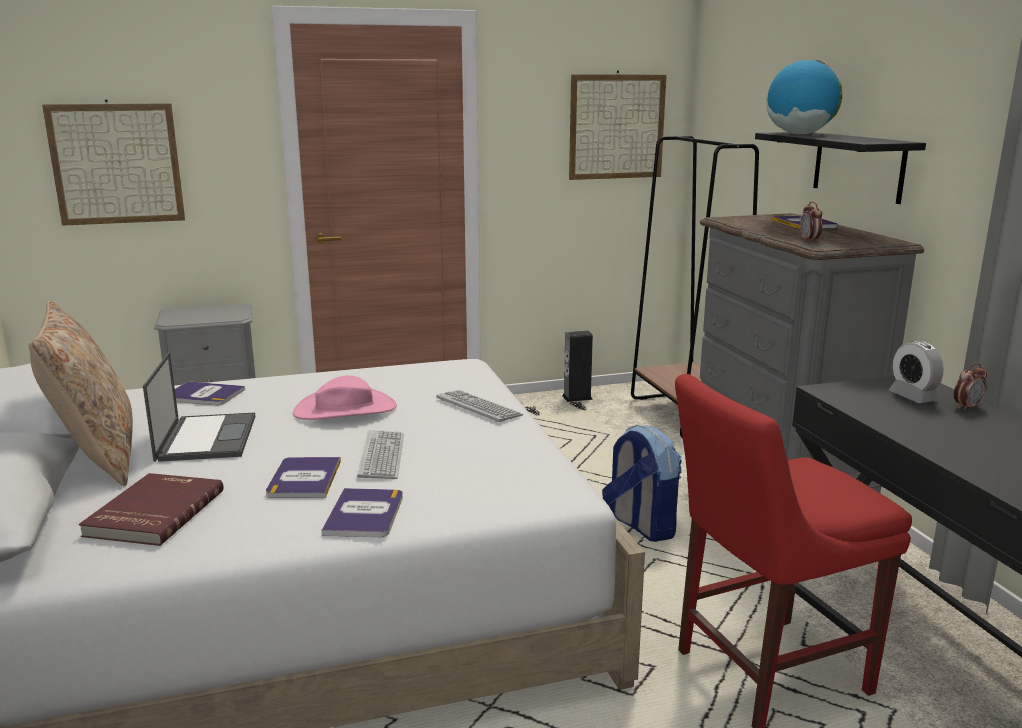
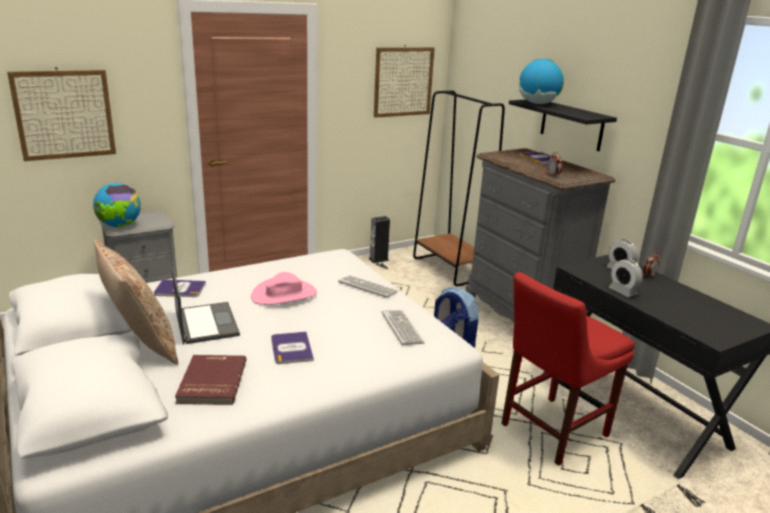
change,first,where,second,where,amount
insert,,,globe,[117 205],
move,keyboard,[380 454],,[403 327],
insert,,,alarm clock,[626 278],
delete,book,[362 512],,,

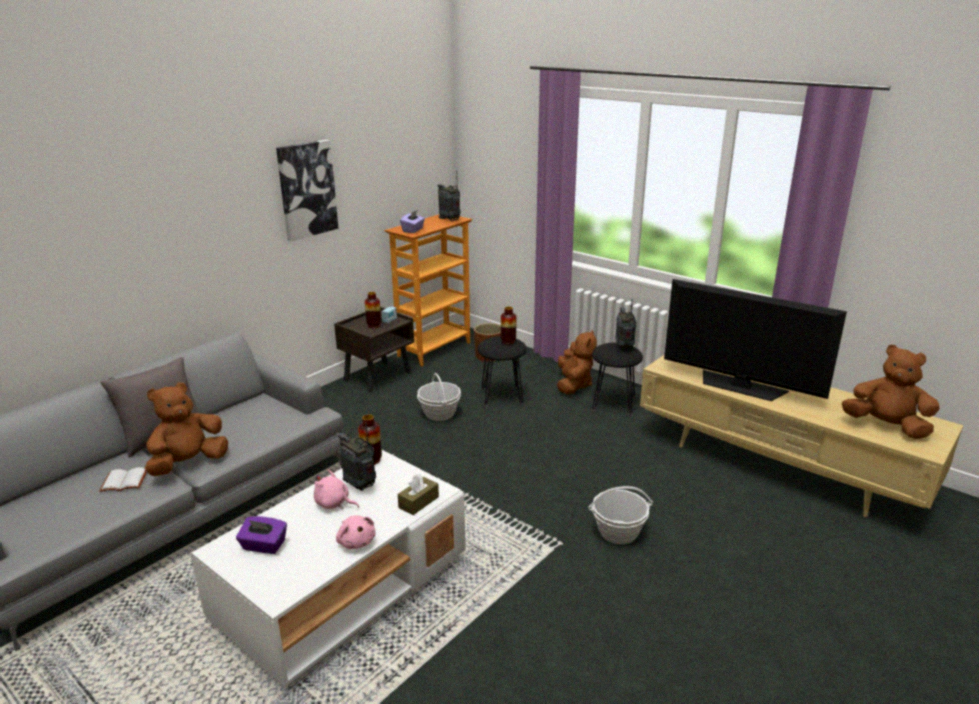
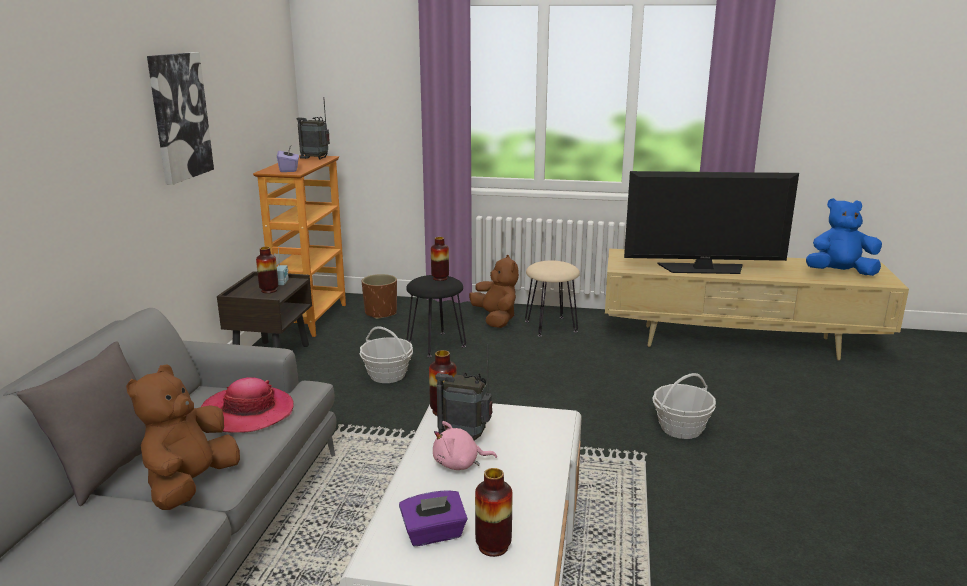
change,first,where,second,where,amount
insert,,,hat,[247 405],
insert,,,vase,[493 512],
recolor,black stool,[617 379],beige stool,[552 299],
recolor,brown plush toy,[891 392],blue plush toy,[844 237],
delete,white book,[123 479],,,
delete,pink plush toy,[355 532],,,
delete,brown tissue box,[418 494],,,
delete,radio,[626 325],,,

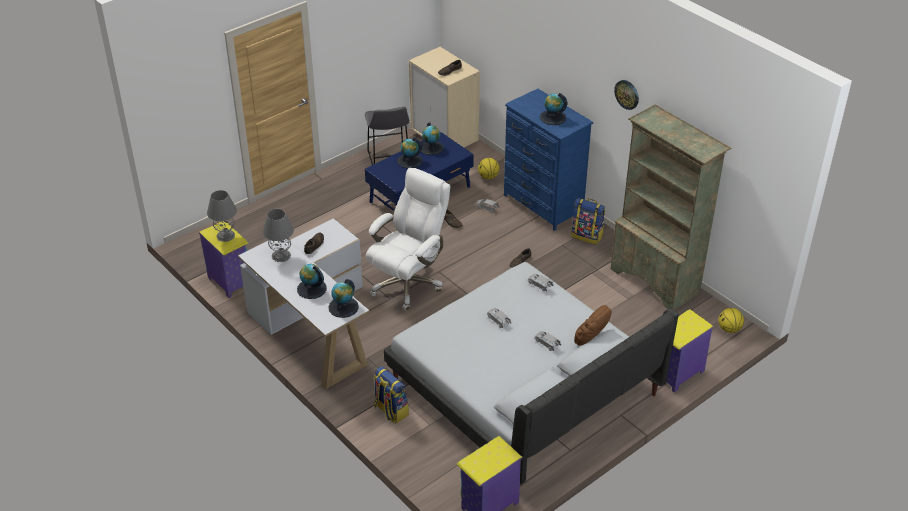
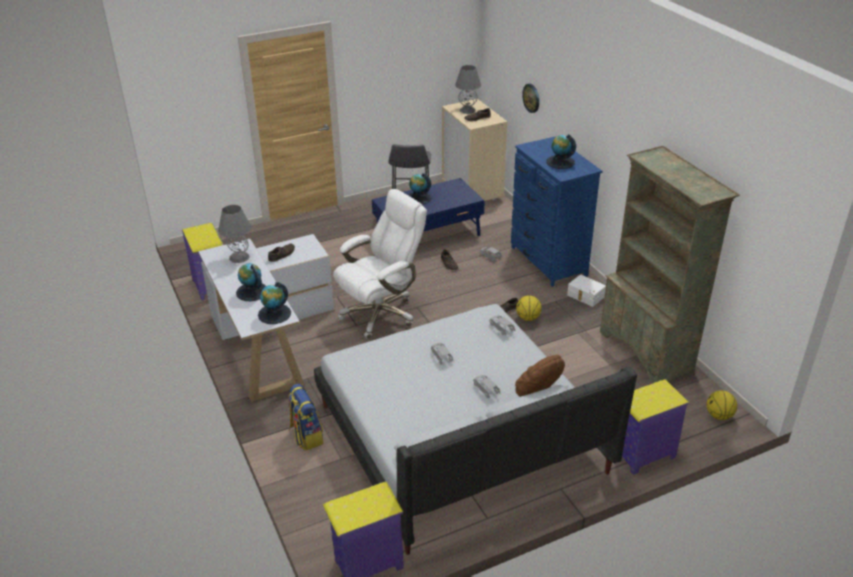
change,first,where,second,where,amount
move,grey table lamp,[222 216],,[468 89],
move,basketball,[489 168],,[529 308],
move,wall clock,[626 95],,[530 98],
replace,backpack,[588 221],white storage box,[586 290],
delete,globe,[432 138],,,

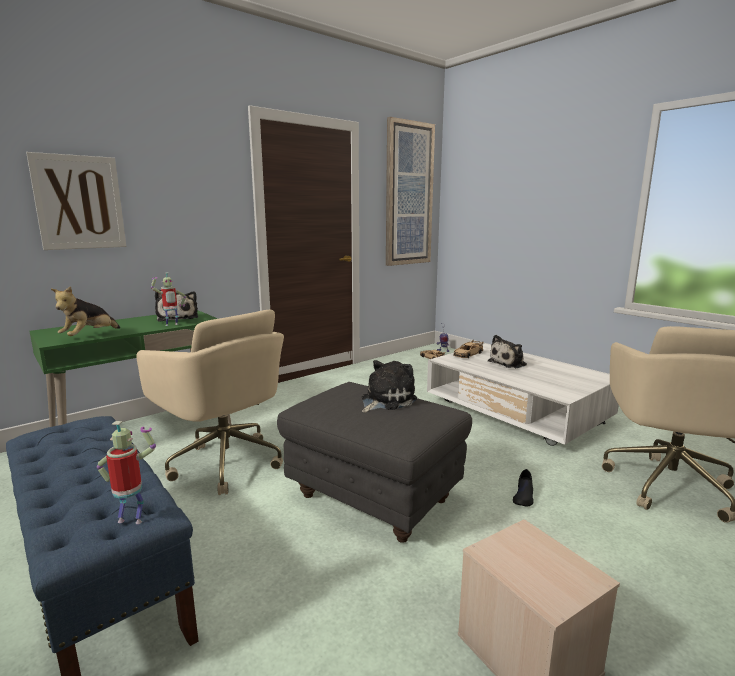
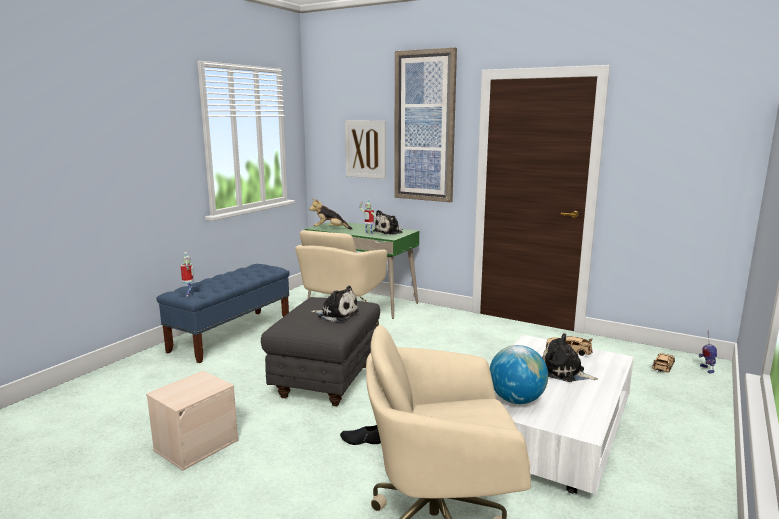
change,first,where,second,where,amount
move,picture,[410 191],,[425 124],
insert,,,globe,[519 374],

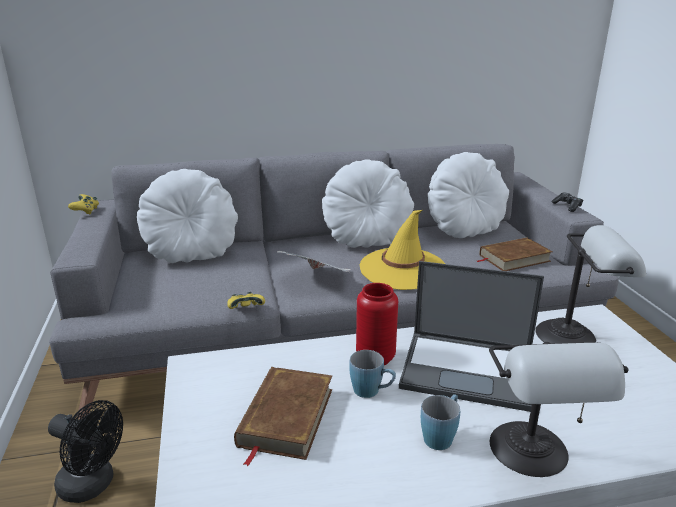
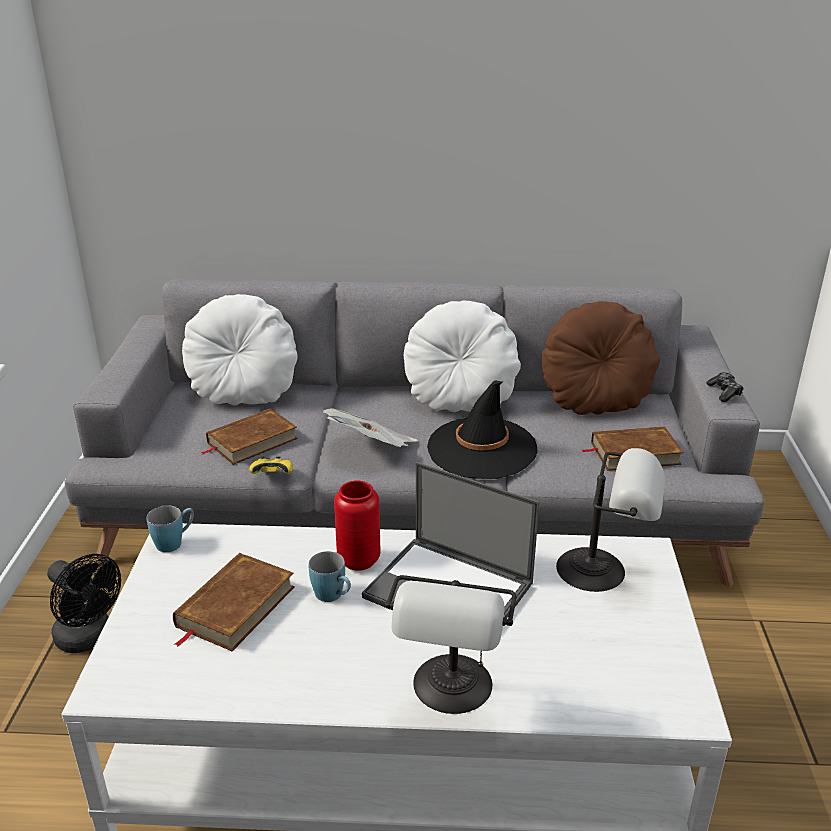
change,first,where,second,where,amount
move,blue mug,[440 422],,[170 528],
insert,,,brown book,[249 436],
recolor,yellow hat,[402 250],black hat,[482 429],
recolor,white pillow,[468 195],brown pillow,[601 358],
delete,yellow game controller,[83 204],,,

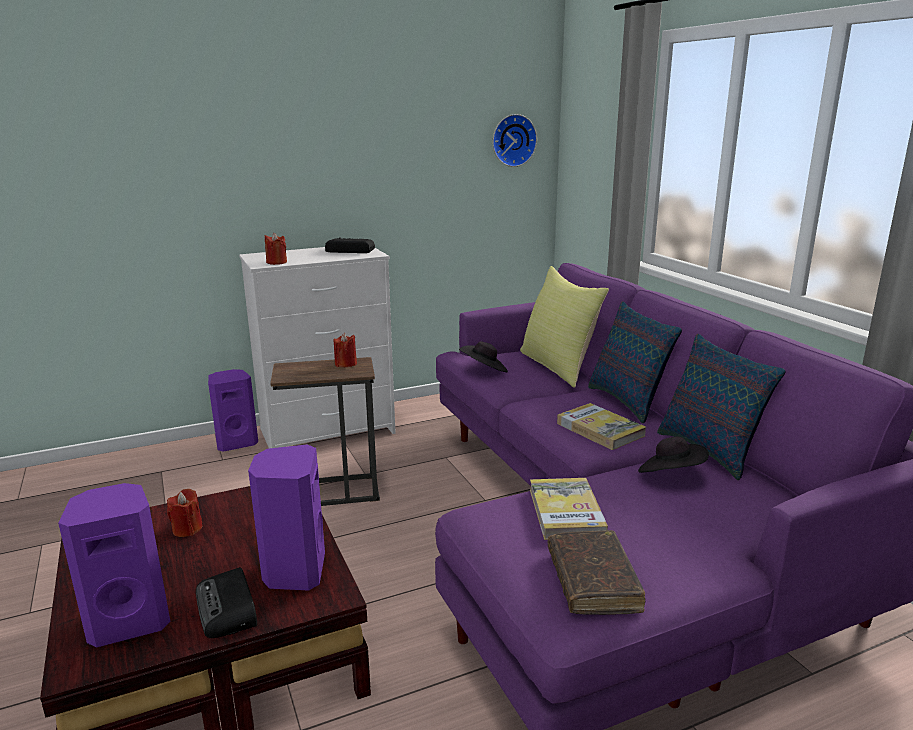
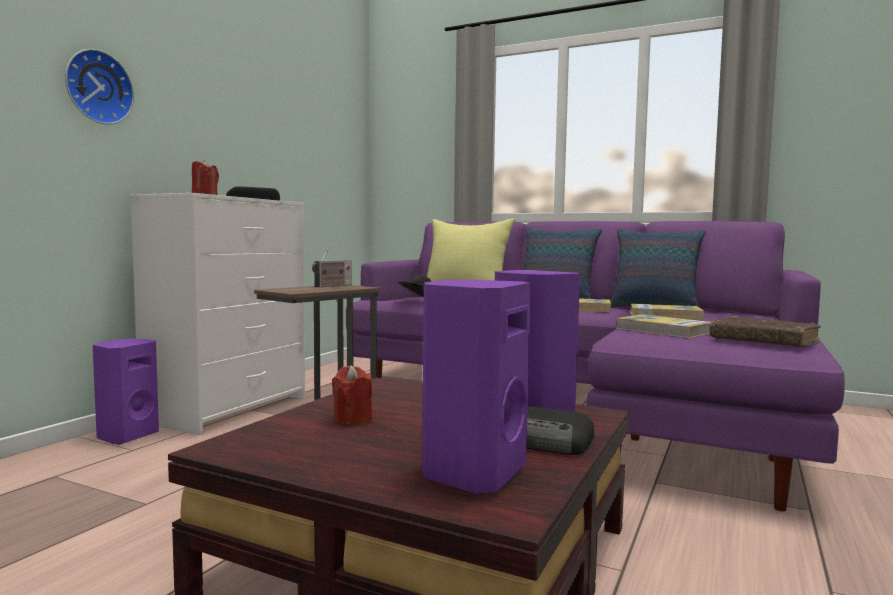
change,first,where,second,where,amount
move,wall clock,[514 140],,[99 87],
replace,red candle,[345 350],radio,[332 267],
replace,black hat,[673 455],book,[667 312],

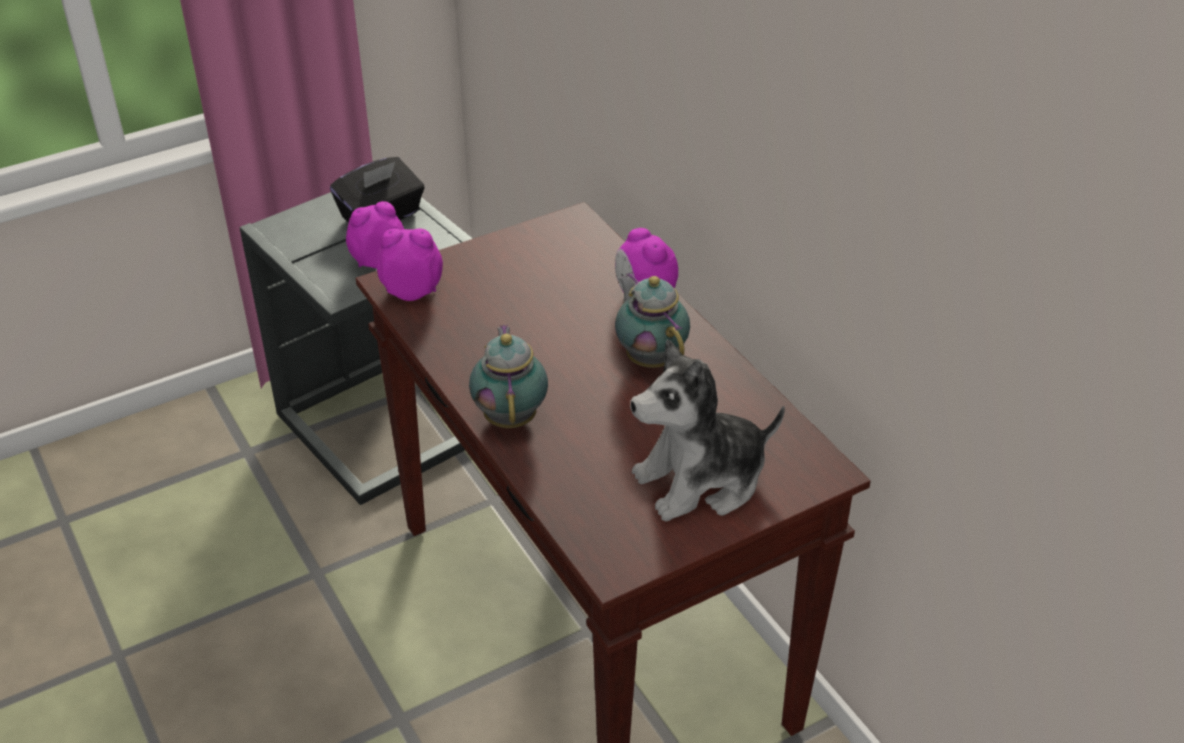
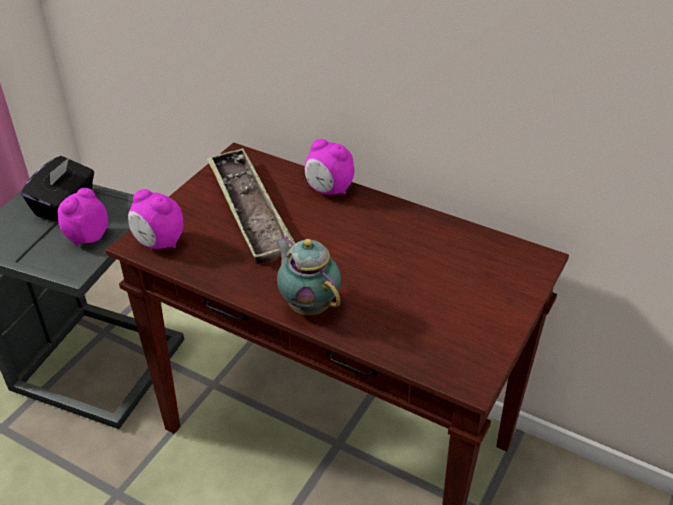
change,first,where,second,where,amount
rotate,alarm clock,[410 264],,[155 219],120 degrees counterclockwise
insert,,,tray,[251 206],
delete,teapot,[652 320],,,
delete,plush toy,[707 430],,,

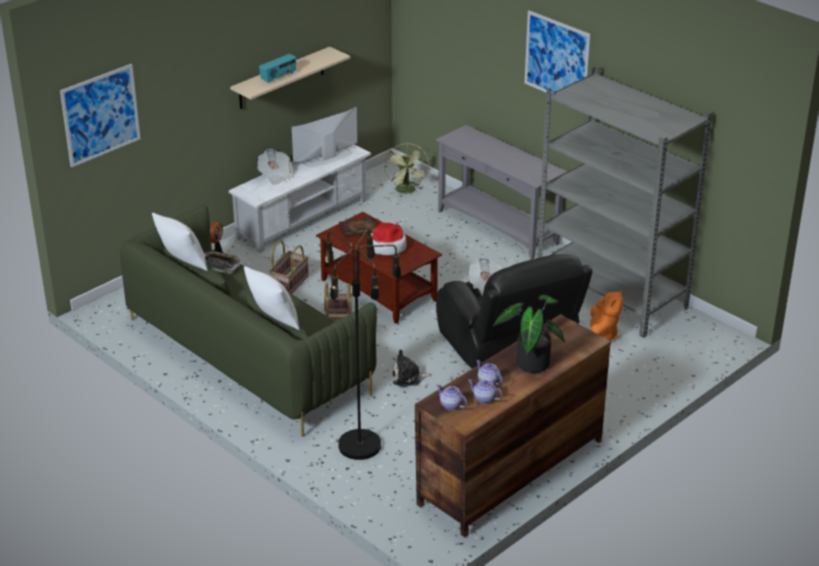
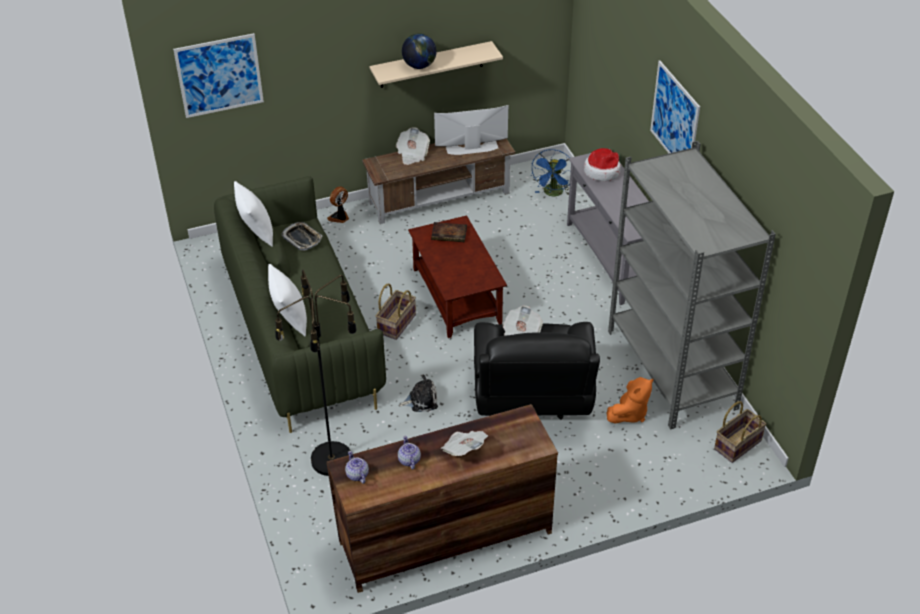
change,first,where,second,where,amount
recolor,white tv stand,[300 198],brown tv stand,[438 181],
rotate,plush toy,[412 368],,[418 393],150 degrees clockwise
replace,radio,[277 68],globe,[419 51],
replace,potted plant,[529 334],newspaper,[464 443],
recolor,green fan,[406 169],blue fan,[550 172],
move,hat,[389 239],,[602 164],
move,basket,[288 267],,[740 432],
delete,teapot,[485 391],,,

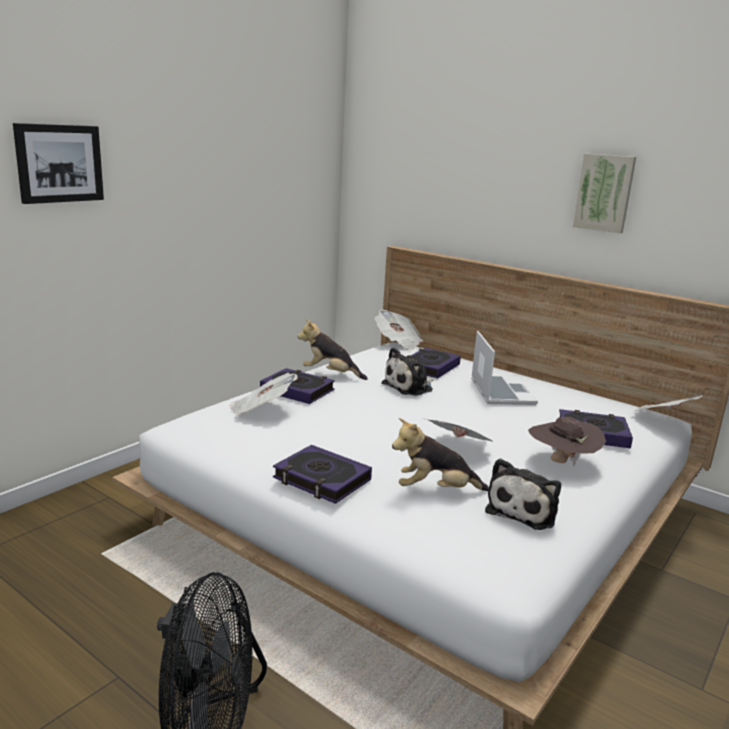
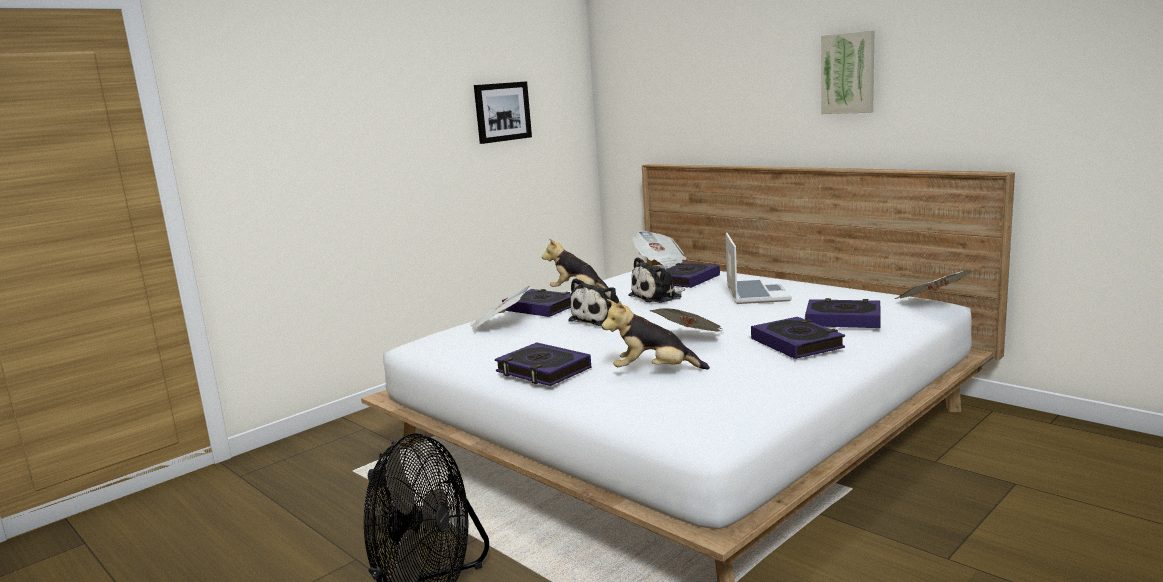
change,first,where,second,where,amount
move,picture,[58 163],,[503 112],
move,plush toy,[523 494],,[593 302],
replace,brown hat,[567 441],book,[798 338],

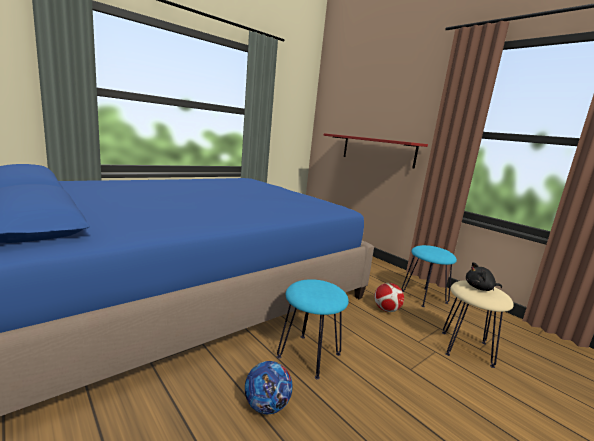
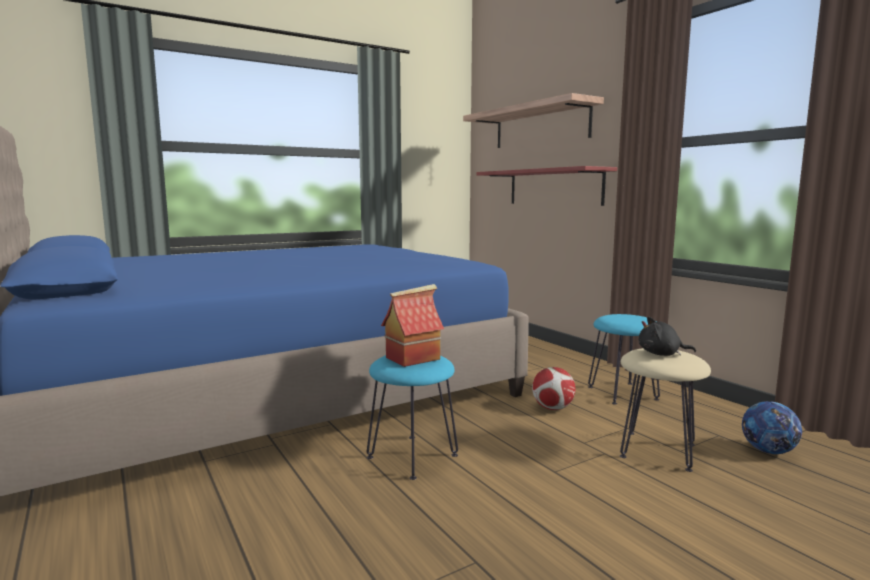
change,first,where,second,where,amount
insert,,,toy house,[412 325],
insert,,,shelf,[533 120],
move,football,[269 387],,[772 427],

